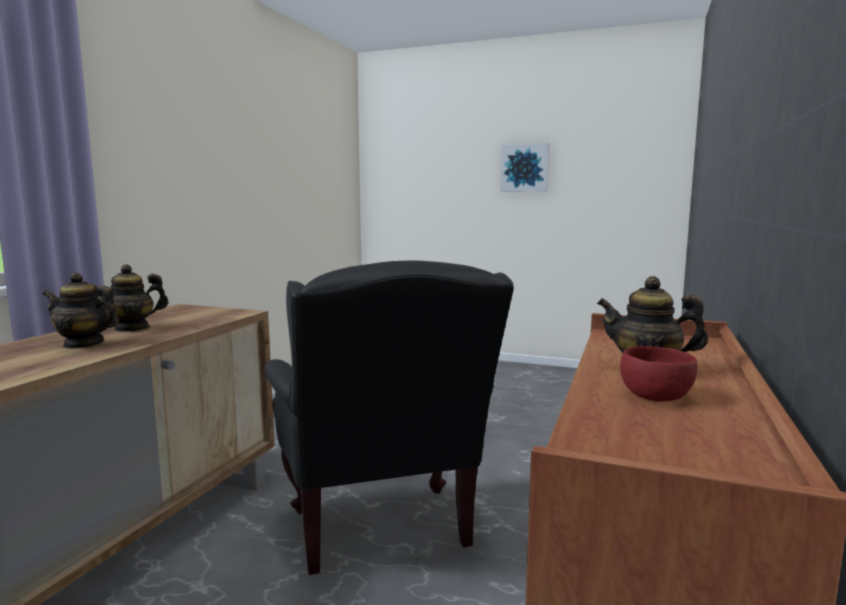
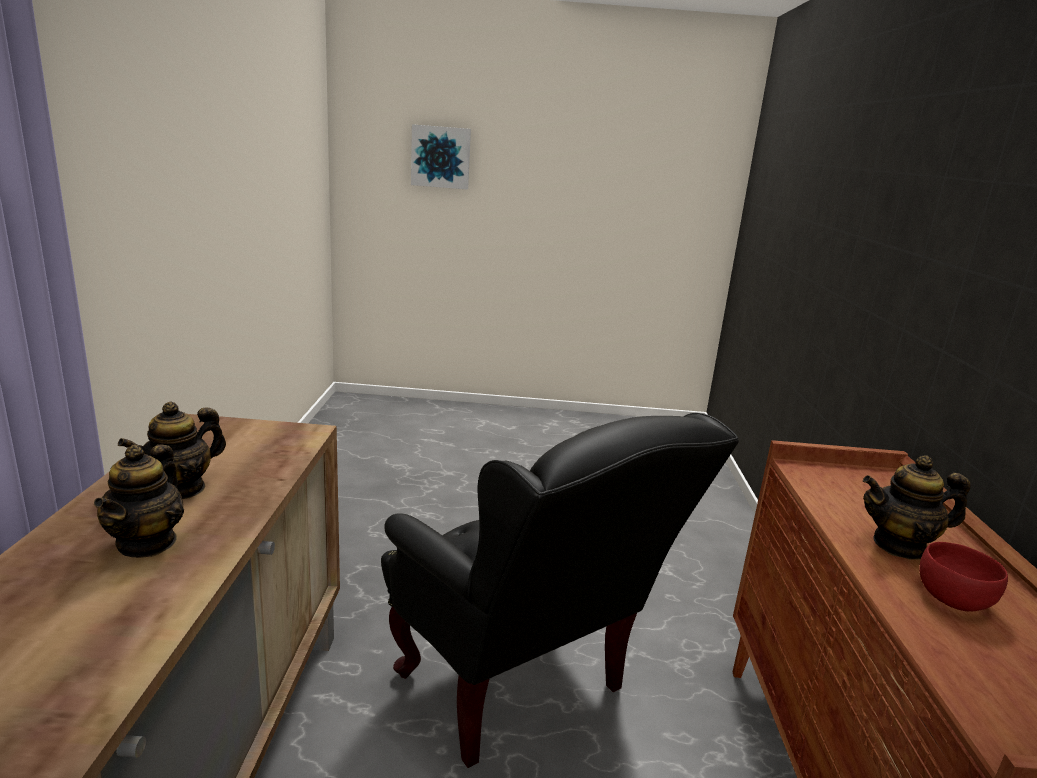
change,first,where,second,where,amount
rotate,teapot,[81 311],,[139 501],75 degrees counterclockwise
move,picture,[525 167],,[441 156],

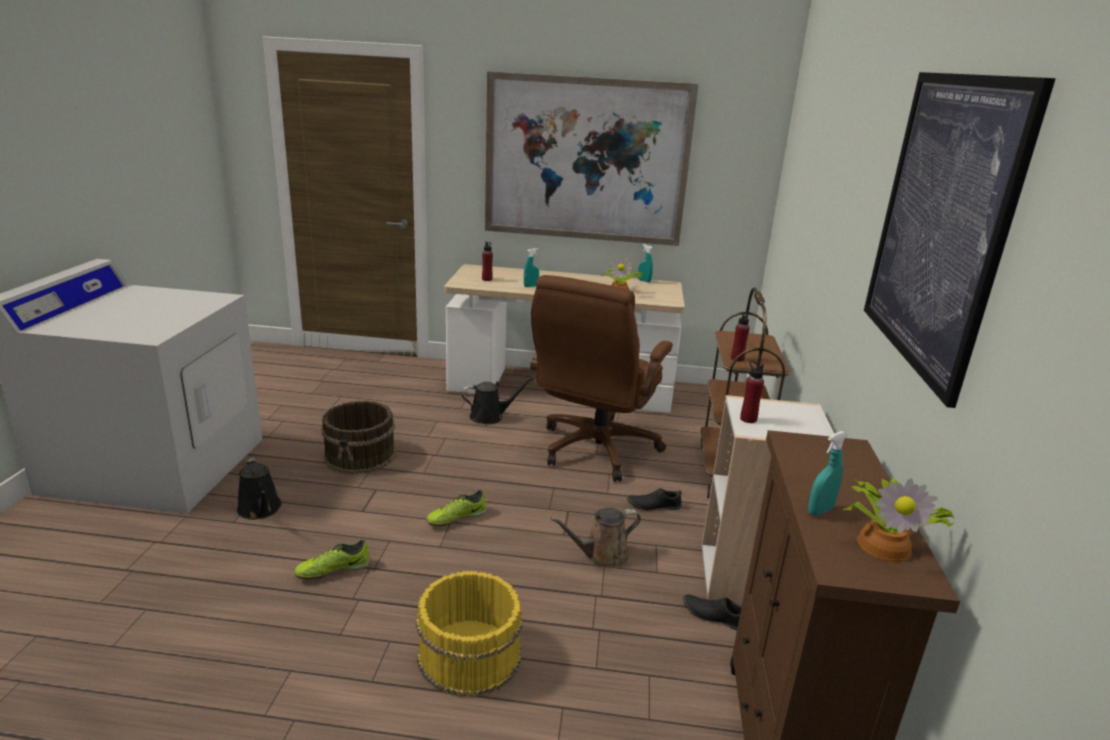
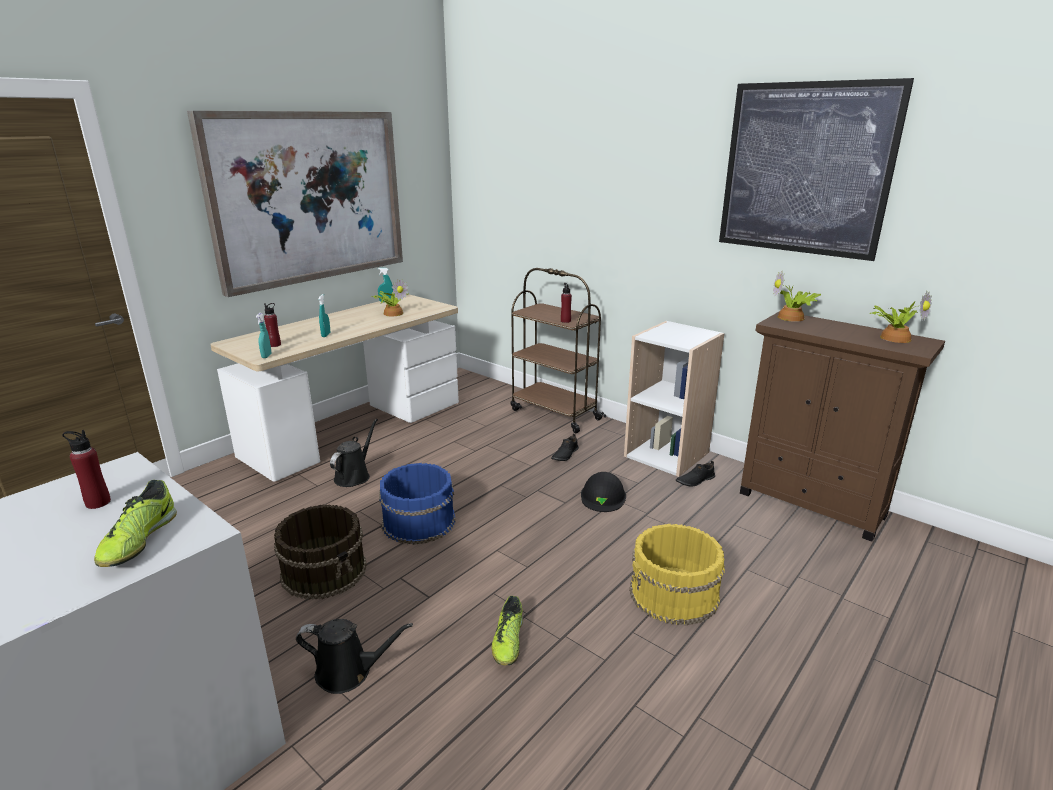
change,first,where,second,where,amount
move,red bottle,[752 392],,[86 469],
move,shoe,[456 508],,[135 523],
move,turquoise spray bottle,[827 473],,[263 335],
insert,,,blue bucket,[417 504],
replace,brown watering can,[595 537],black hard hat,[603 492],
insert,,,potted plant,[797 296],
delete,brown office chair,[601 378],,,

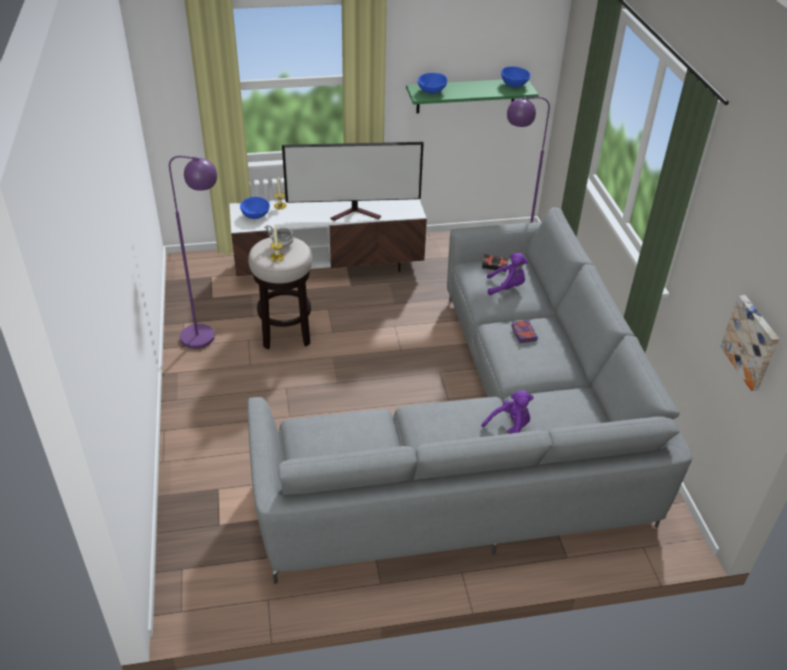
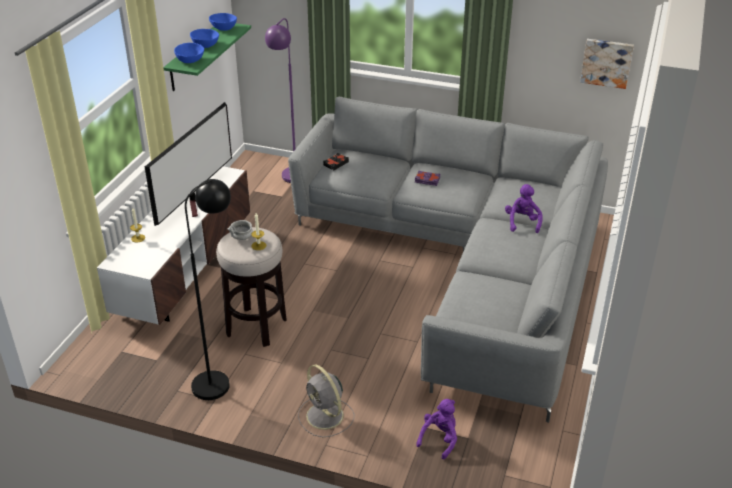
change,first,where,second,where,amount
recolor,purple floor lamp,[193 252],black floor lamp,[208 289],
move,blue bowl,[255 208],,[204 38],
insert,,,grey fan,[326 400],
move,purple plush toy,[507 274],,[436 429],

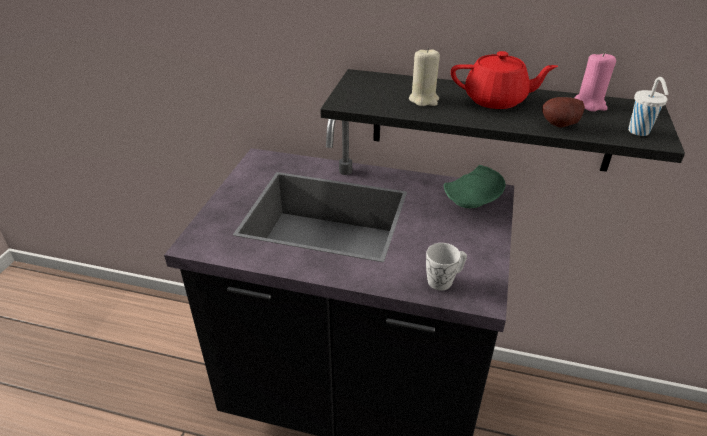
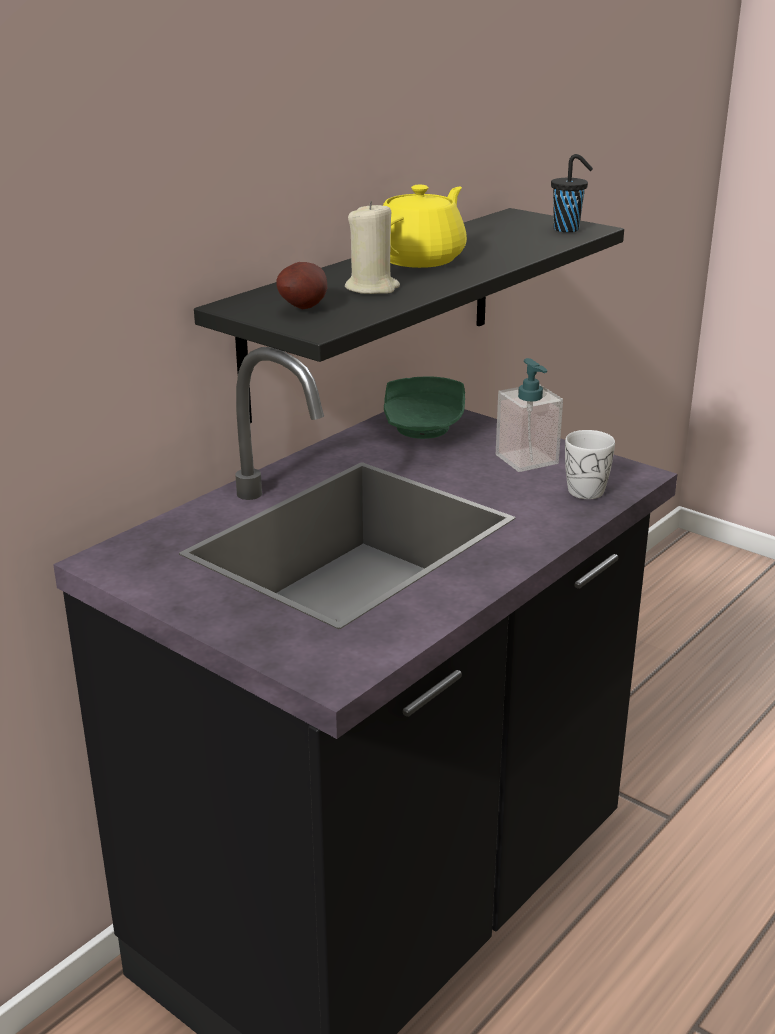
change,first,where,second,where,amount
move,potato,[563 112],,[302 286],
recolor,red teapot,[504 80],yellow teapot,[425 226],
insert,,,soap dispenser,[529 415],
recolor,white cup,[648 106],black cup,[572 193],
delete,pink candle,[595 82],,,

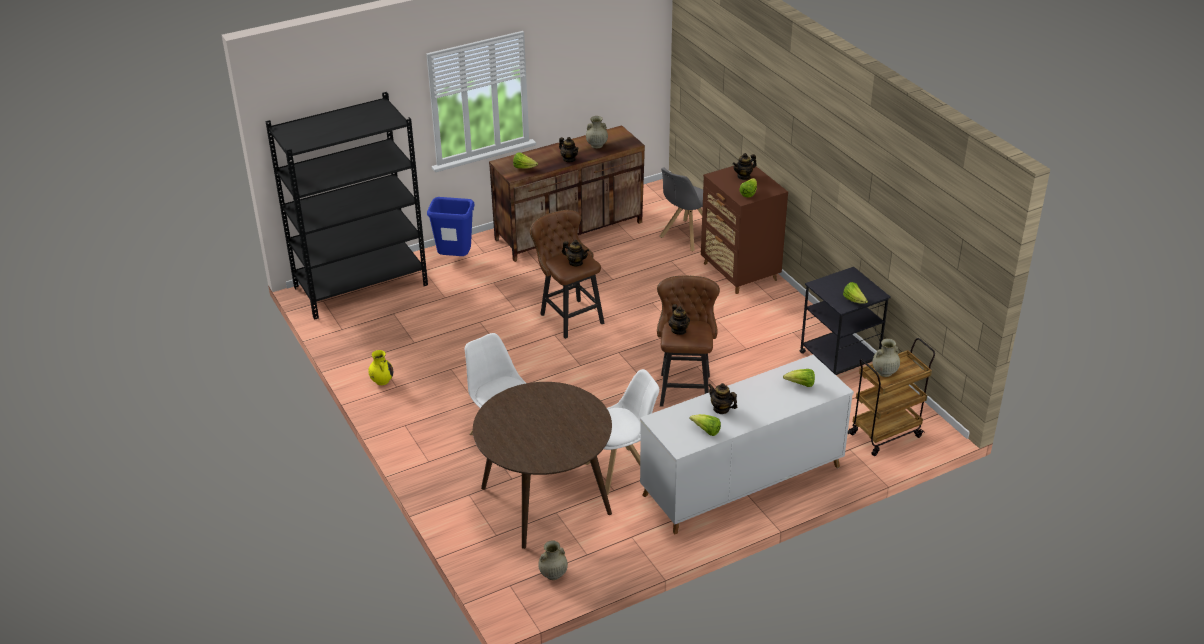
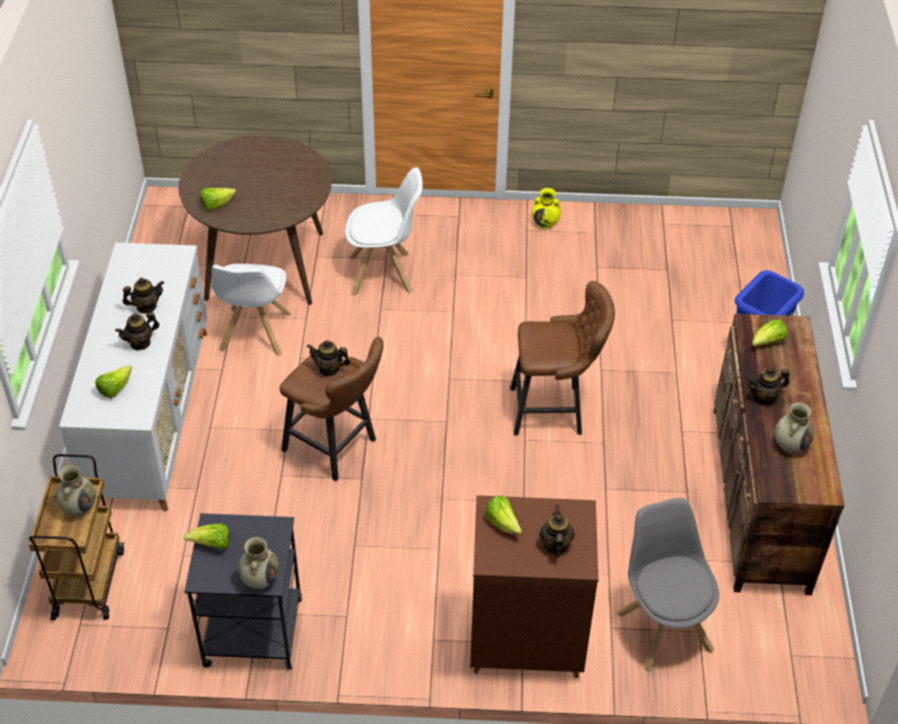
change,first,where,second,where,amount
move,teapot,[575 253],,[137 331],
move,lettuce,[705 425],,[218 199],
move,beige vase,[553 560],,[258 563],
delete,black bookcase,[346 206],,,

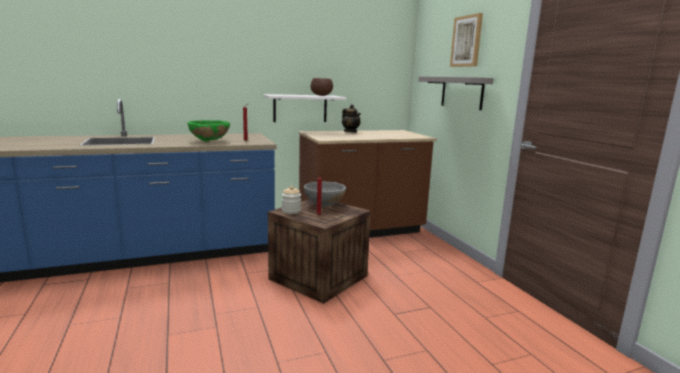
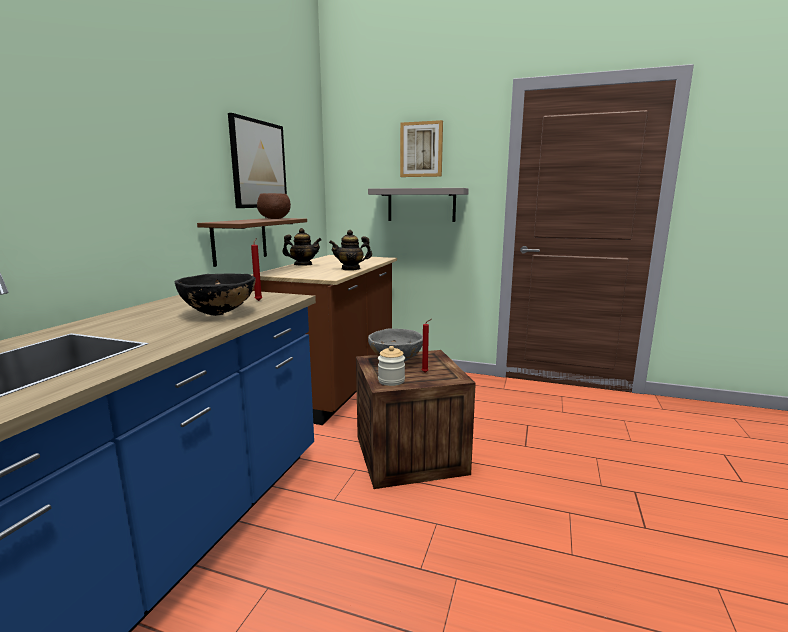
change,first,where,second,where,amount
recolor,green bowl,[209 131],black bowl,[215 294],
recolor,white shelf,[304 108],brown shelf,[252 242],
insert,,,picture,[257 160],
insert,,,teapot,[350 250],

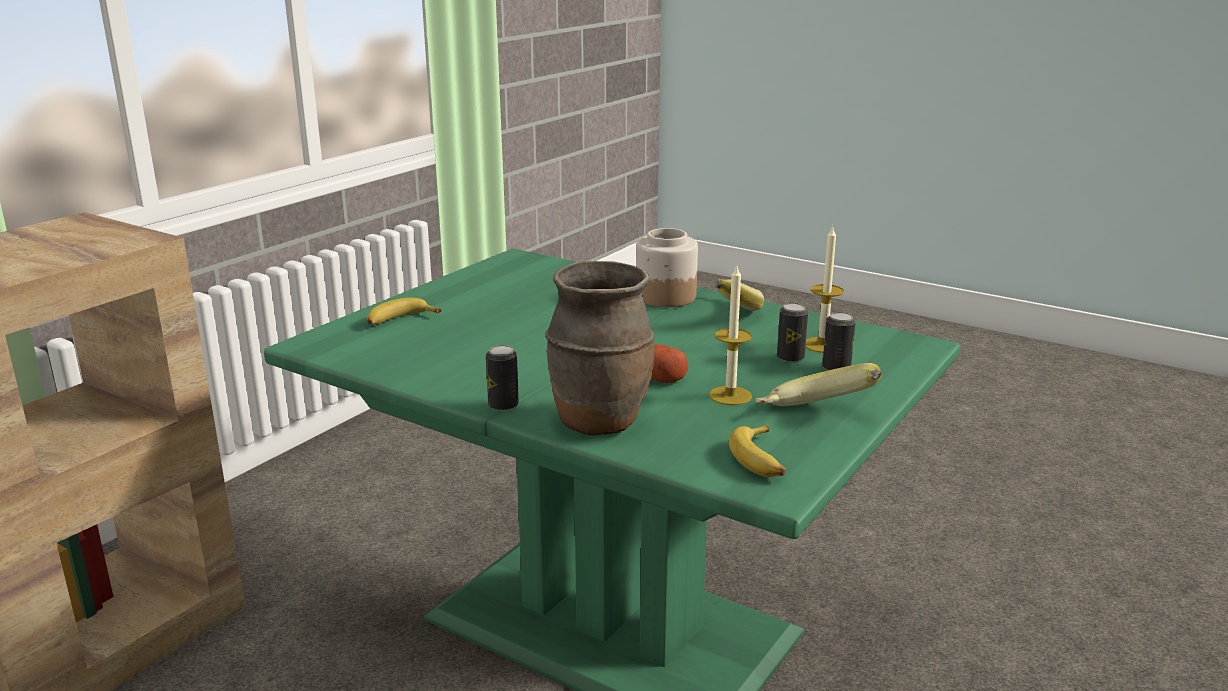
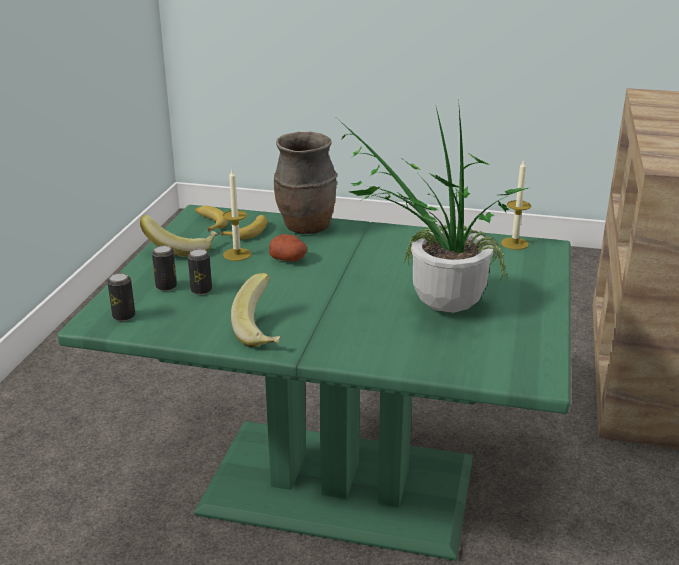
change,first,where,second,where,amount
move,can,[502 378],,[121 297],
move,banana,[404 311],,[244 227],
insert,,,potted plant,[435 210],
move,candle,[825 289],,[516 205],
delete,jar,[667 267],,,

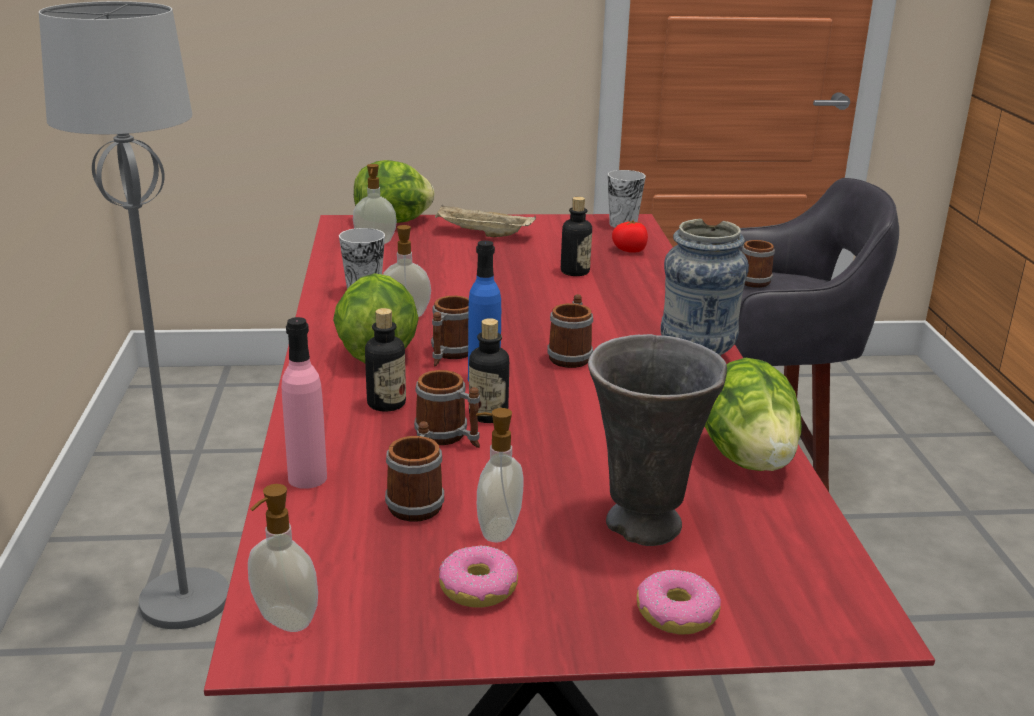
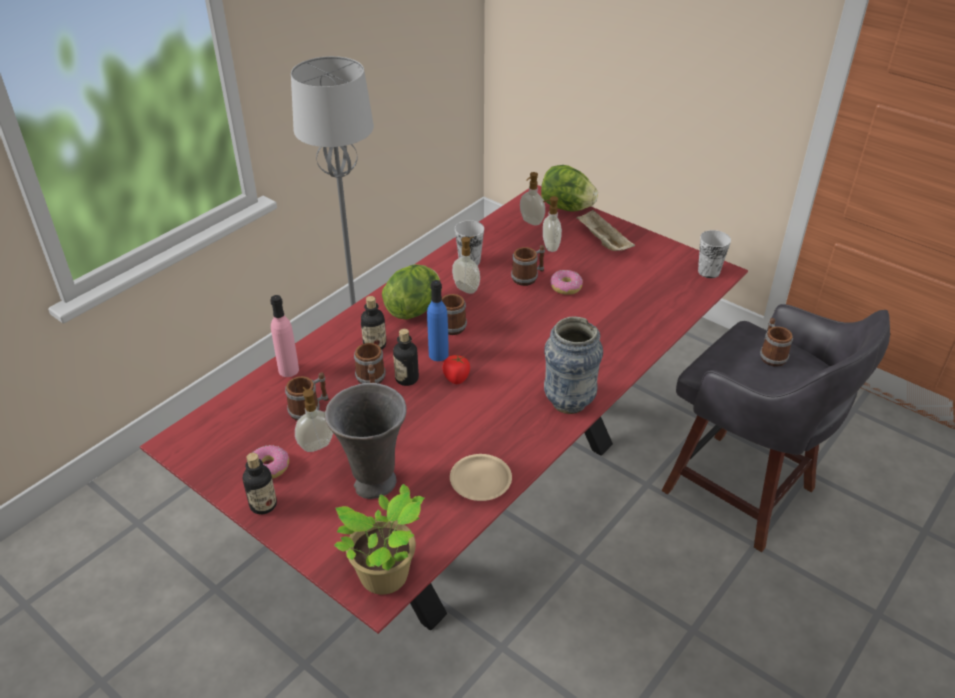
change,first,where,second,where,amount
move,bottle,[576 236],,[260 484],
insert,,,potted plant,[379 539],
move,tomato,[630 236],,[456 369],
replace,lettuce,[753 414],beige plate,[481 477],
move,mug,[570 331],,[528 265],
move,soap dispenser,[283 558],,[552 224],
move,donut,[679 601],,[566 282],

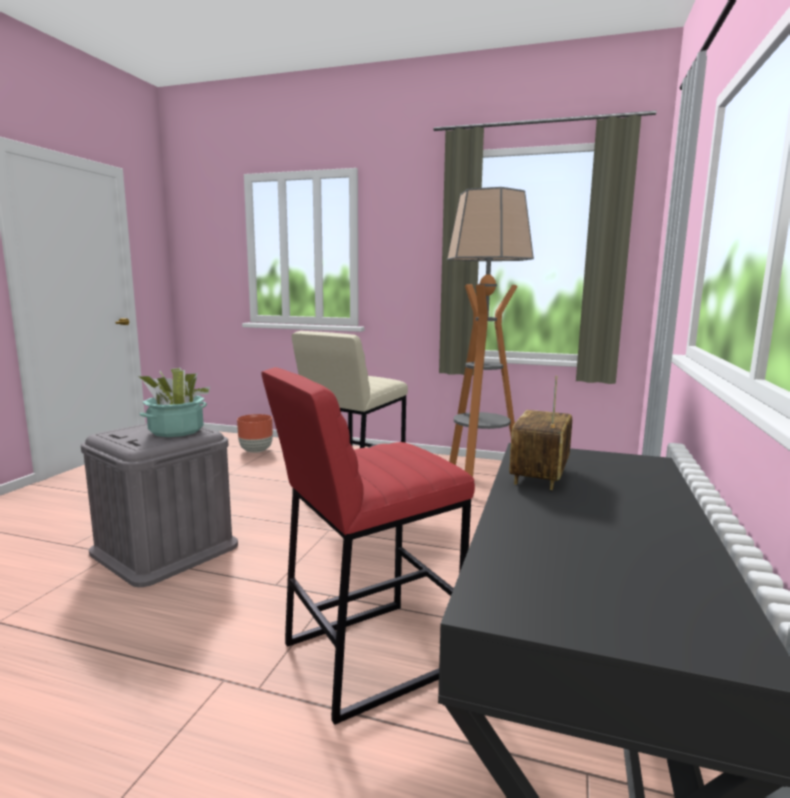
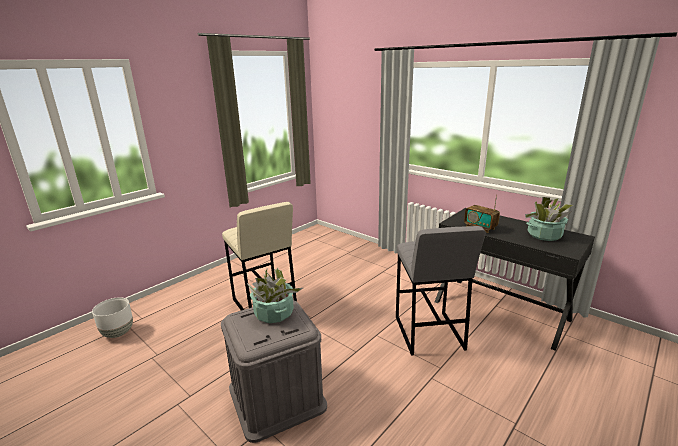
change,first,where,second,where,amount
recolor,brown planter,[255 433],white planter,[112 317],
recolor,red stool,[368 546],grey stool,[441 291],
insert,,,potted plant,[549 219],
delete,floor lamp,[490 332],,,

